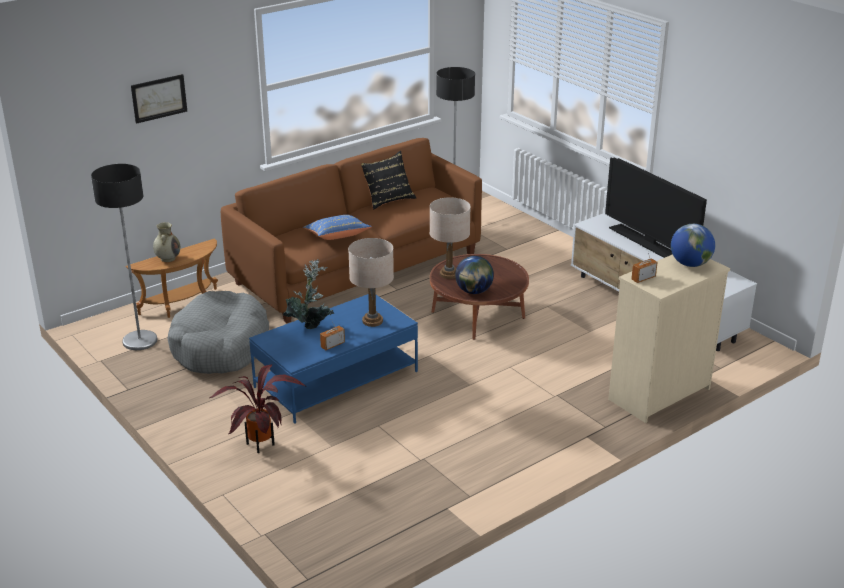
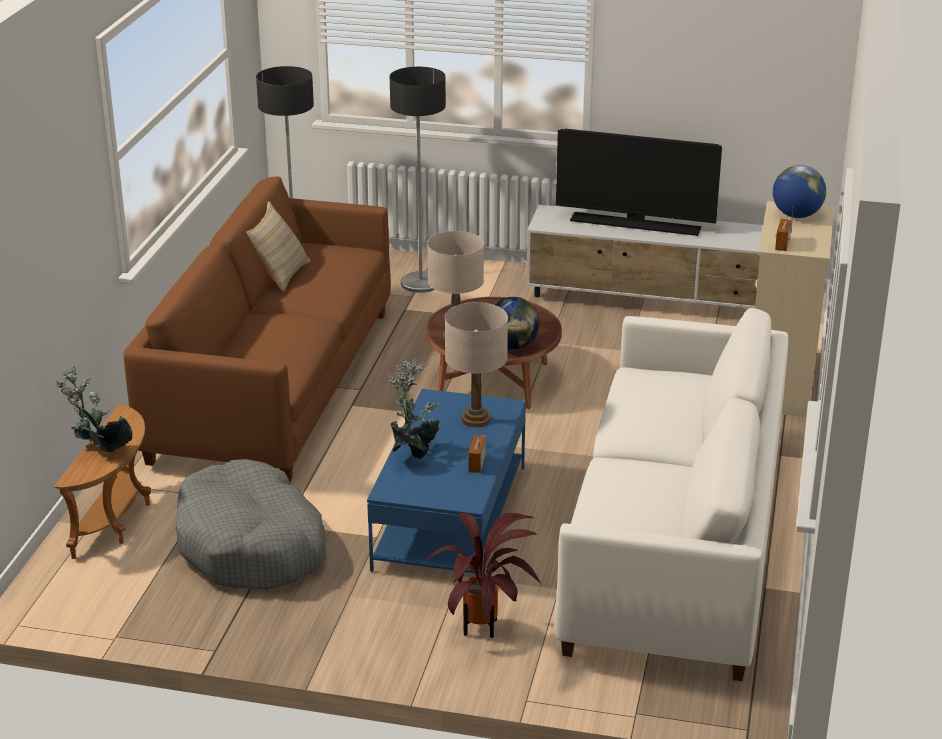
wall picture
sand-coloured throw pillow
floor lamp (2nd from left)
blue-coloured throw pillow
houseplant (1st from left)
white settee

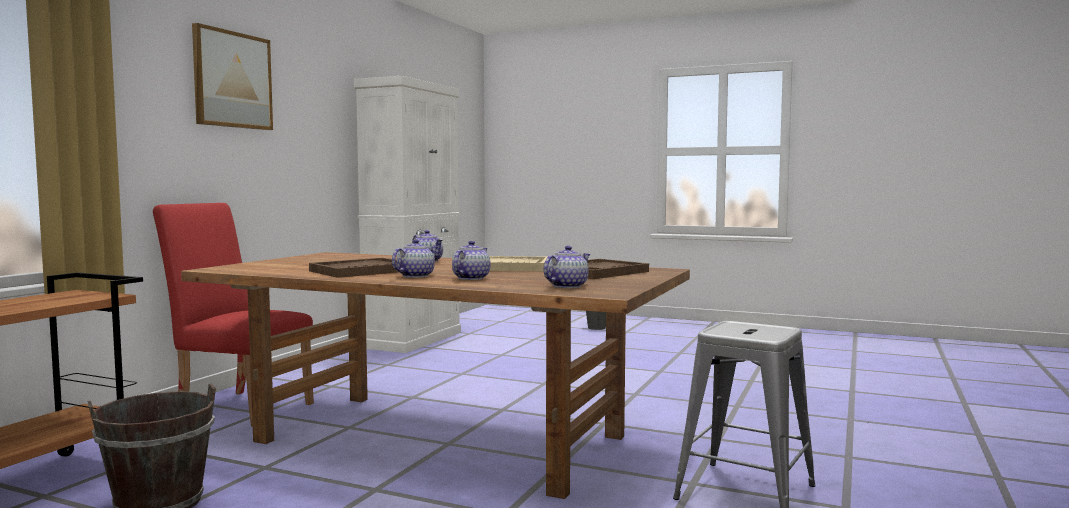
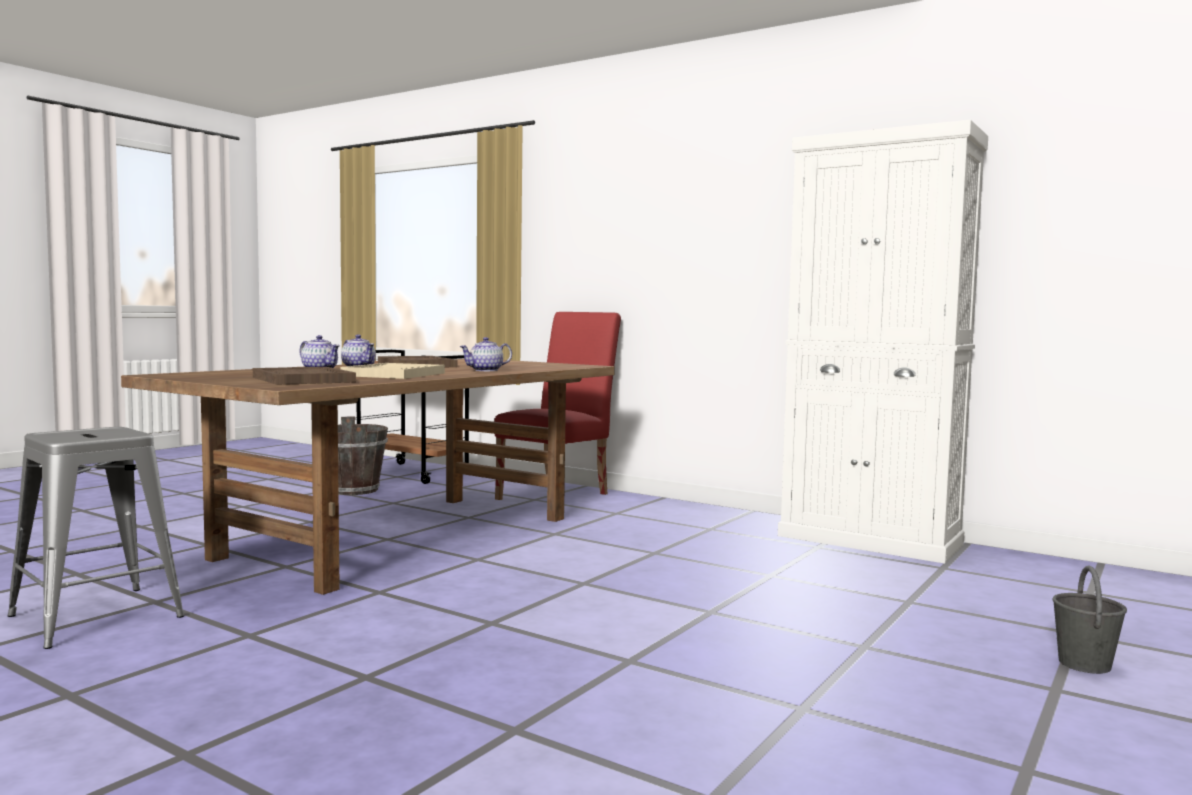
wall picture
teapot (4th from left in the first image)

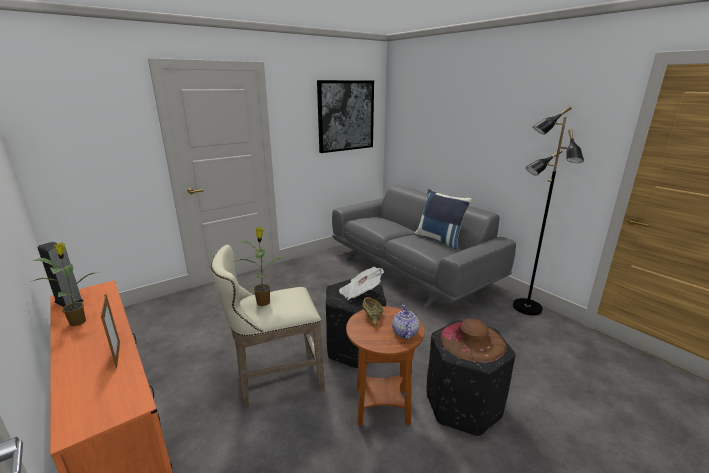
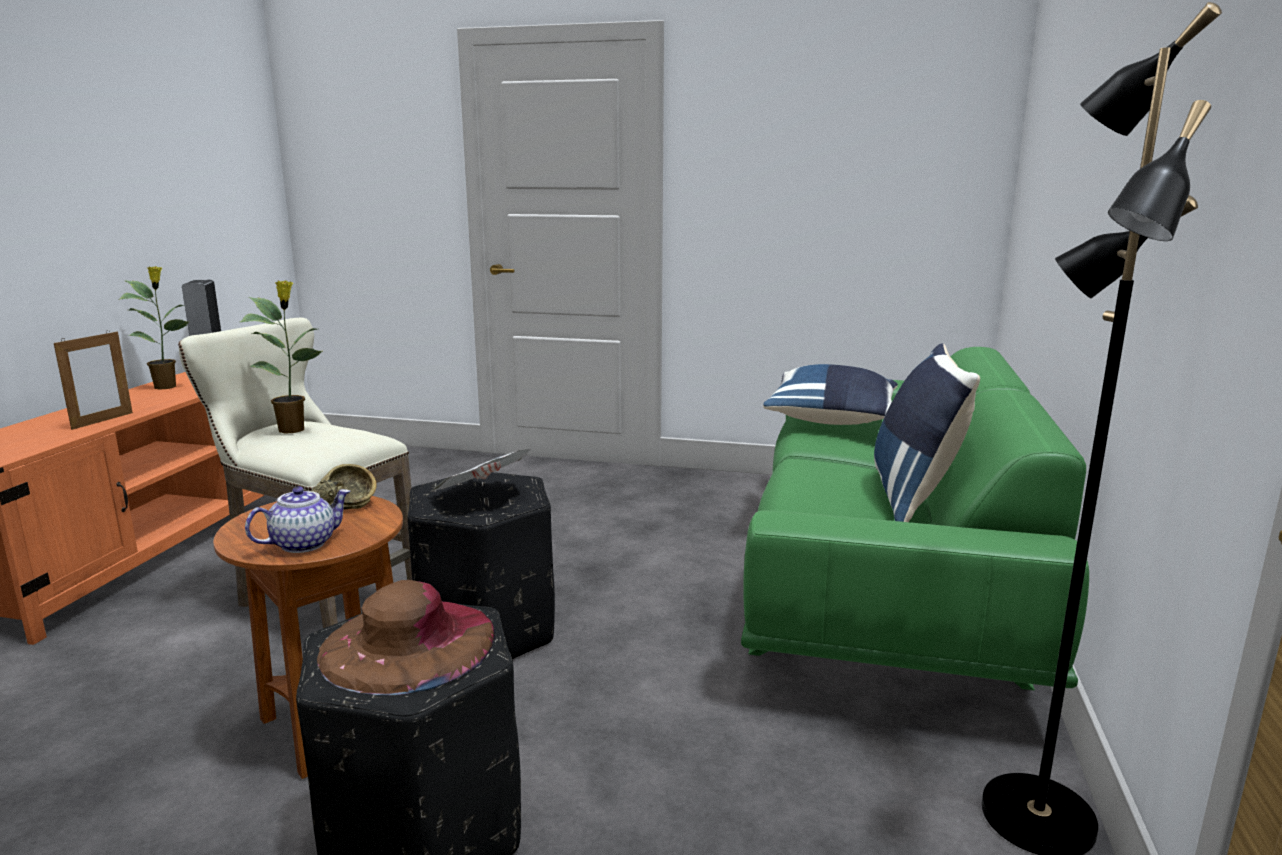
wall picture
greenish settee
blue-coloured throw pillow (1st from left)

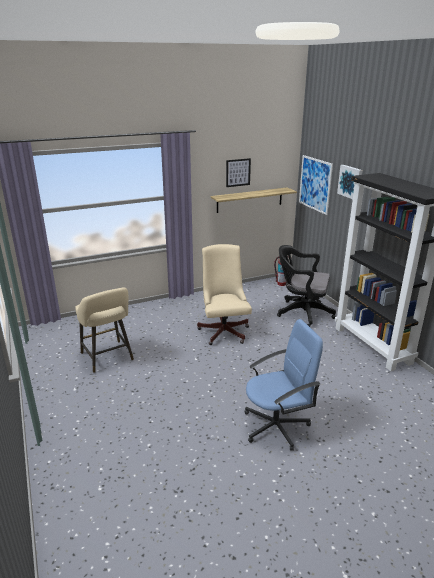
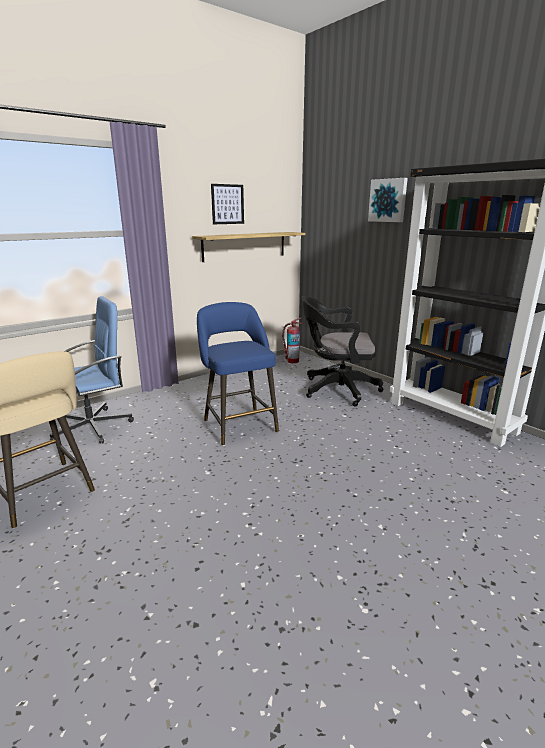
wall picture (2nd from left in the first image)
blue-coloured stool
blue-coloured computer chair

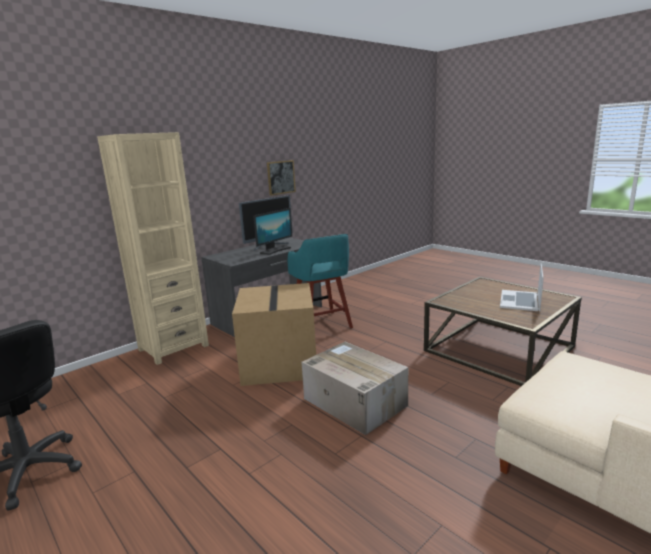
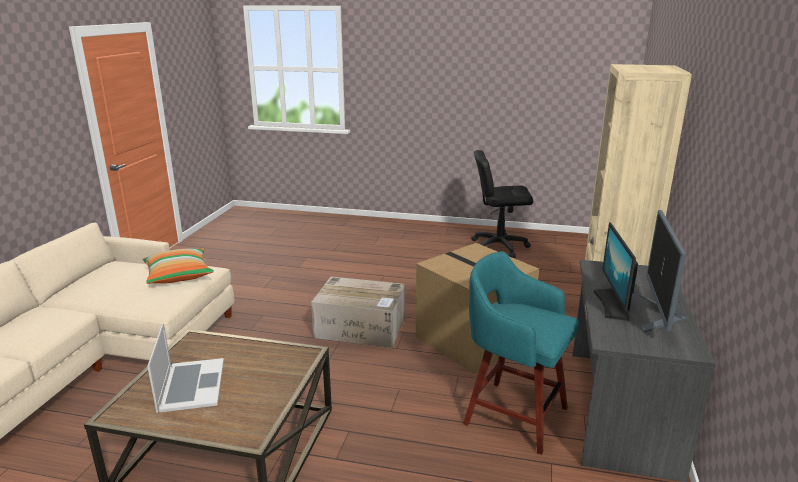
wall picture
throw pillow

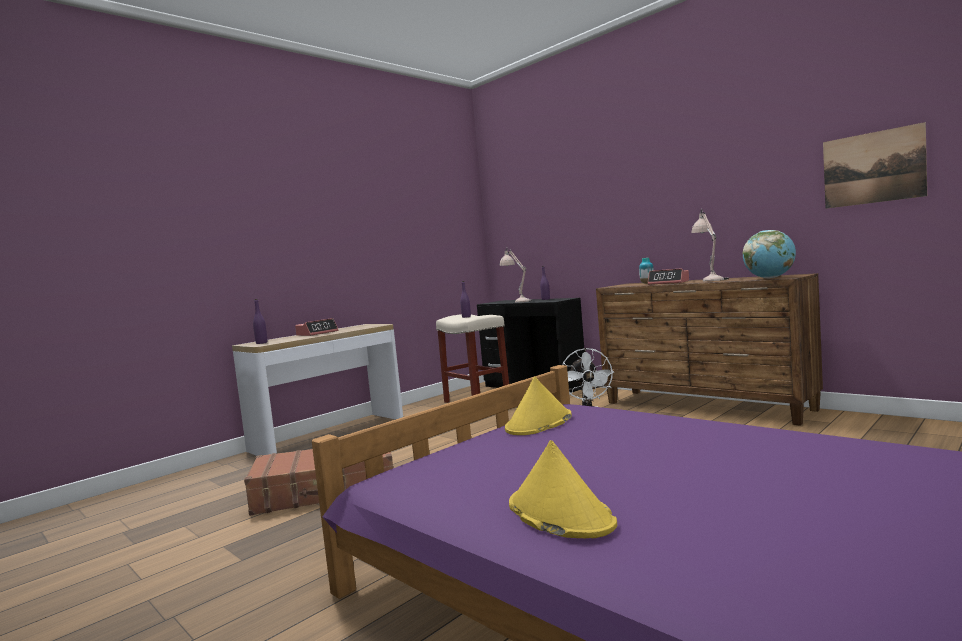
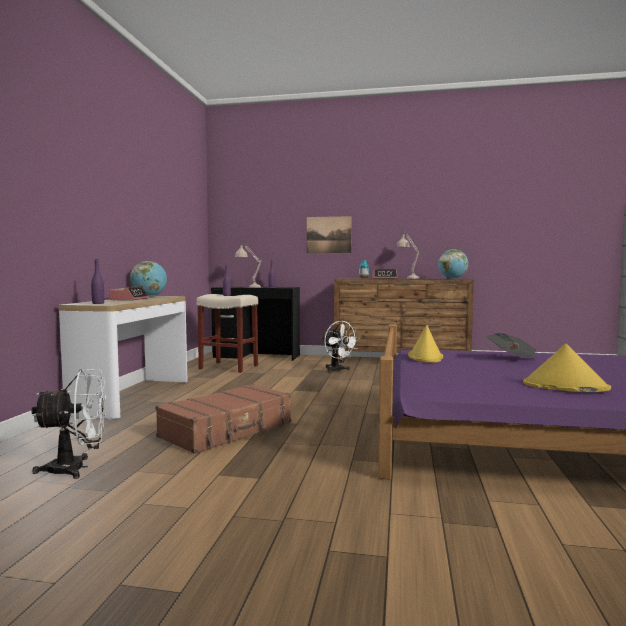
wall picture
globe (1st from left)
daily paper
white cooling fan (1st from left)

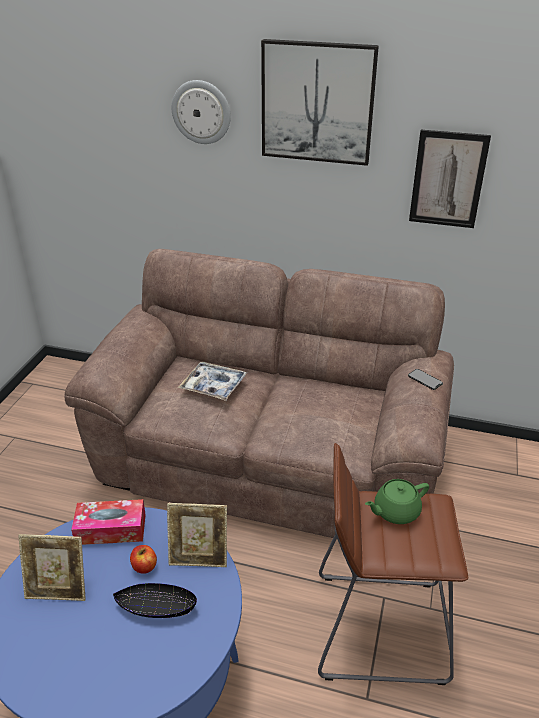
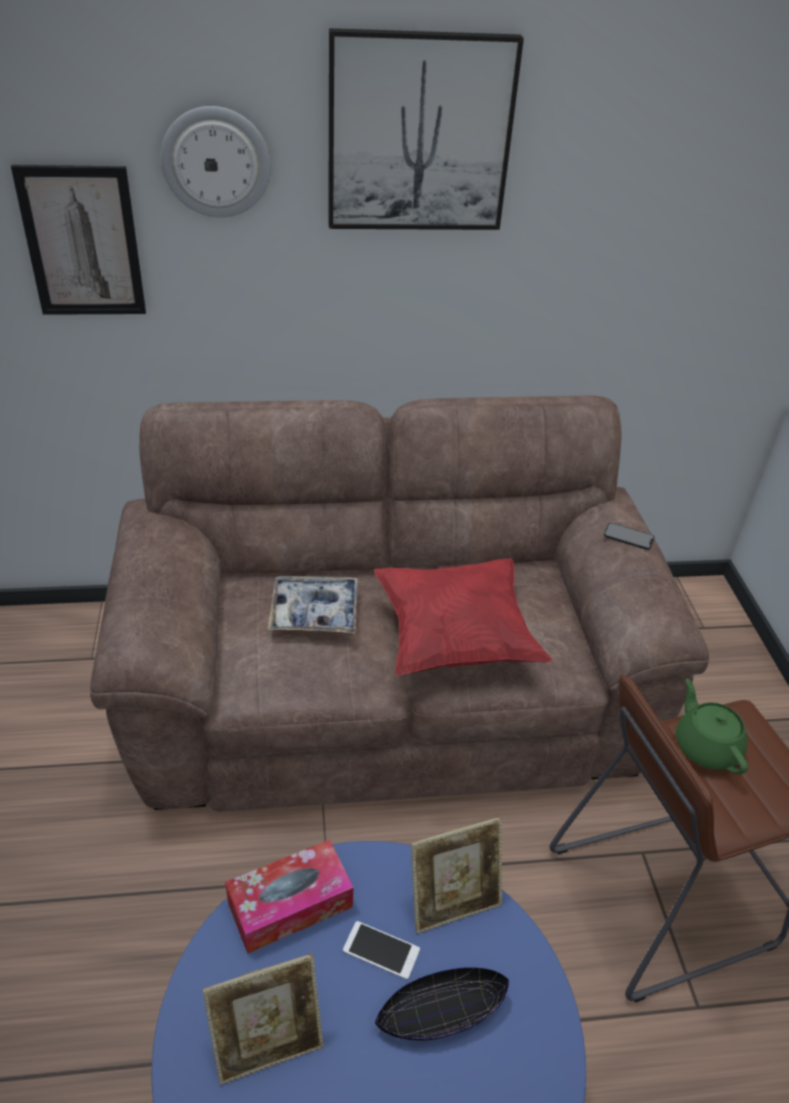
wall picture (1st from left)
greenish teapot
telephone (1st from left)
reddish throw pillow

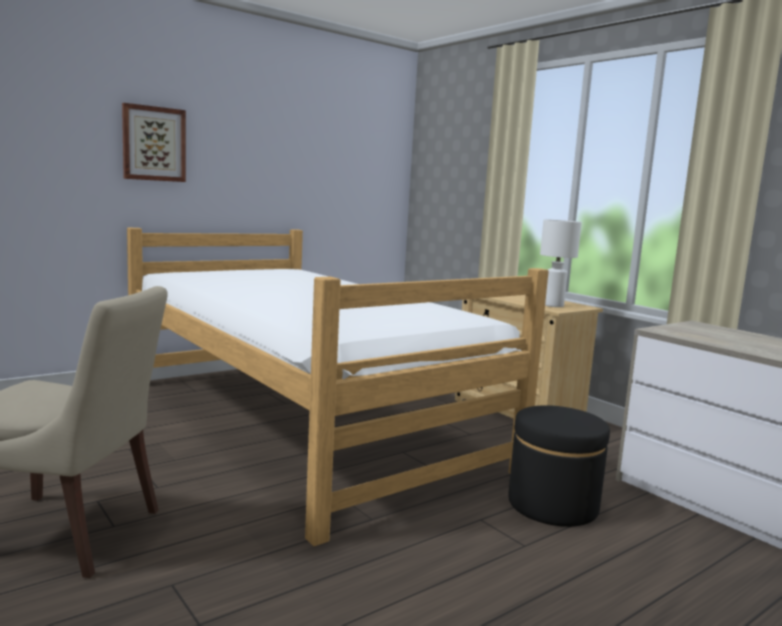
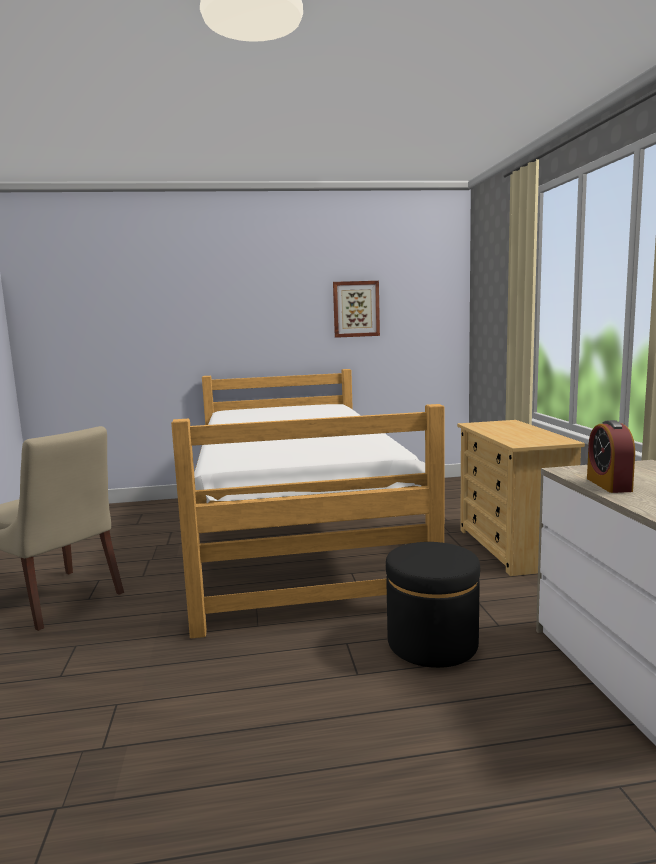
wall picture
white tabletop lamp
alarm clock

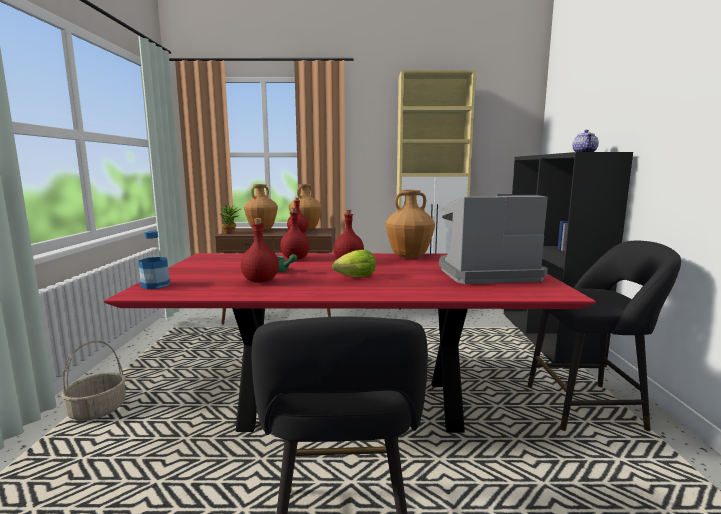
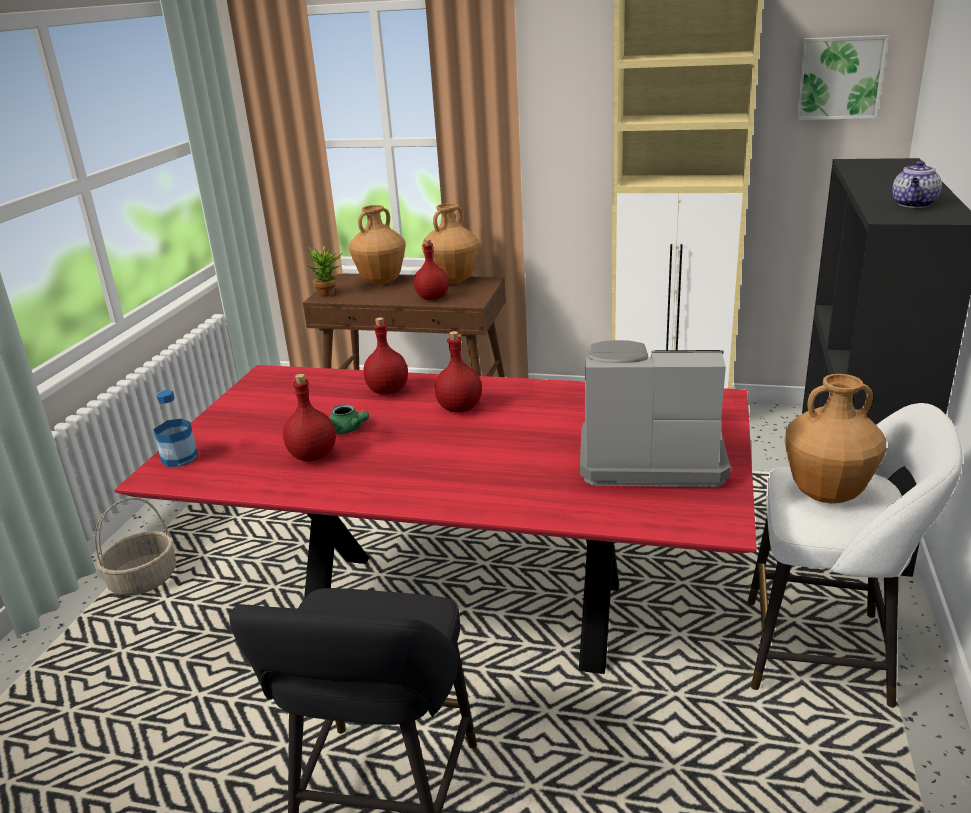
brown-coloured decorative vase (3rd from left)
white stool
lettuce
wall picture

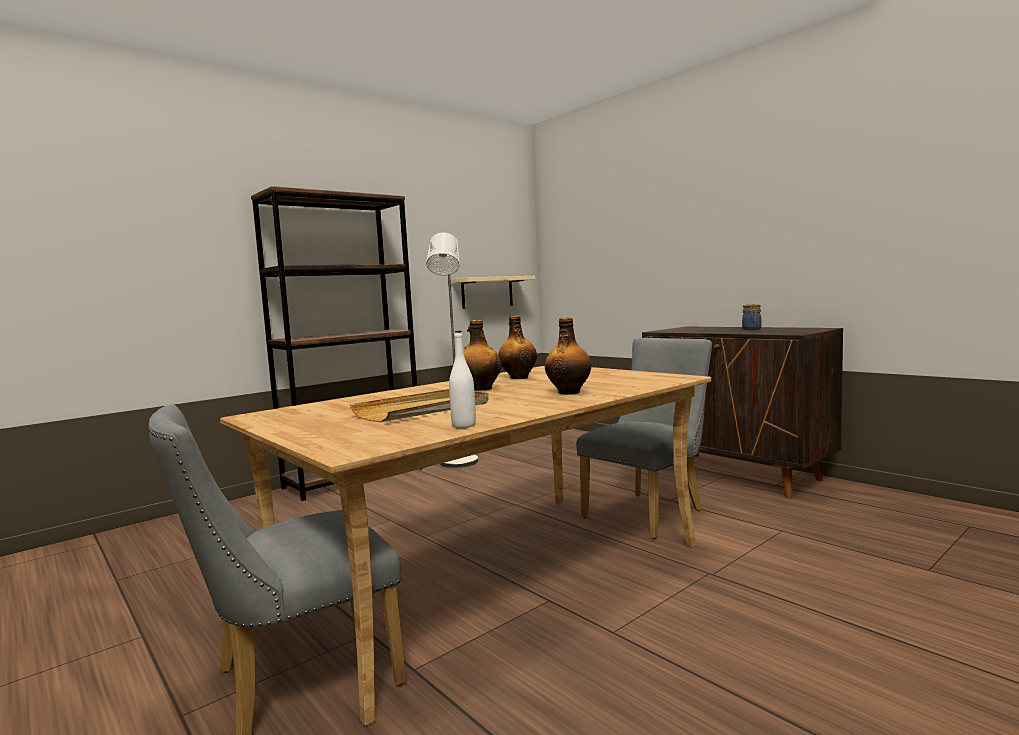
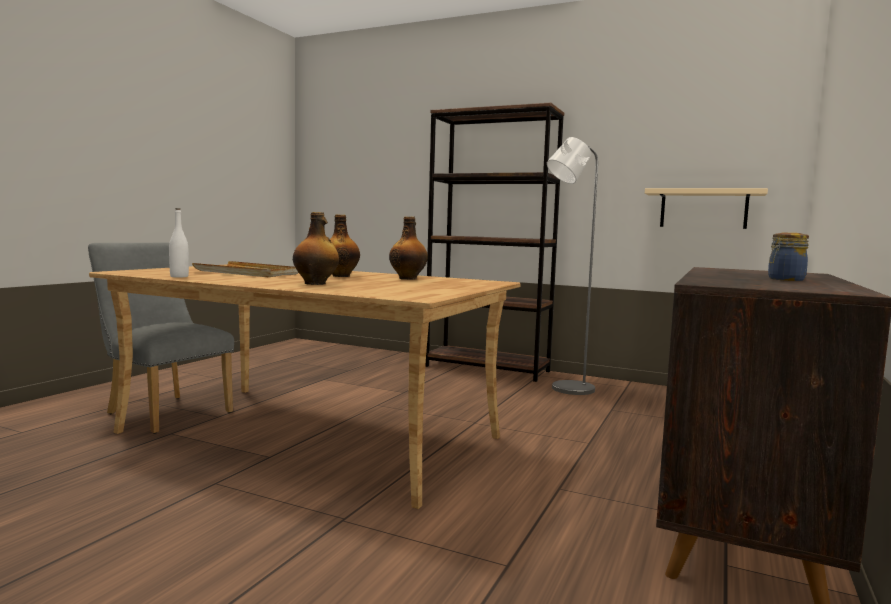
gray chair (2nd from left in the first image)

